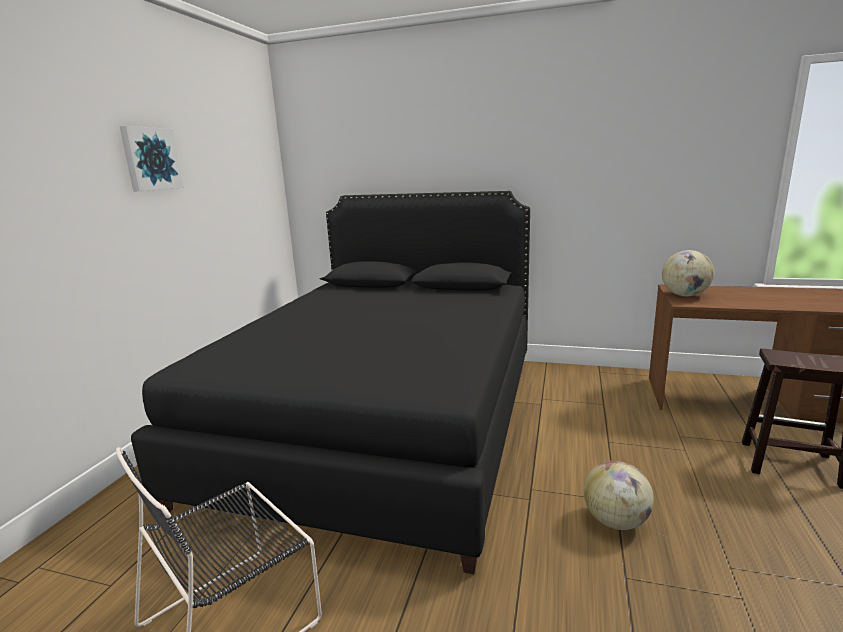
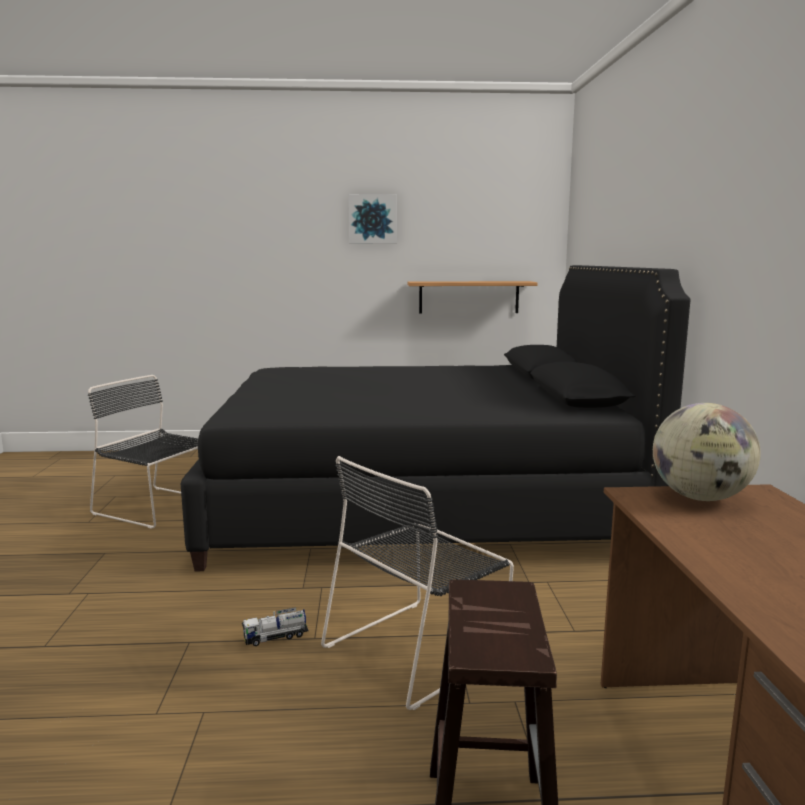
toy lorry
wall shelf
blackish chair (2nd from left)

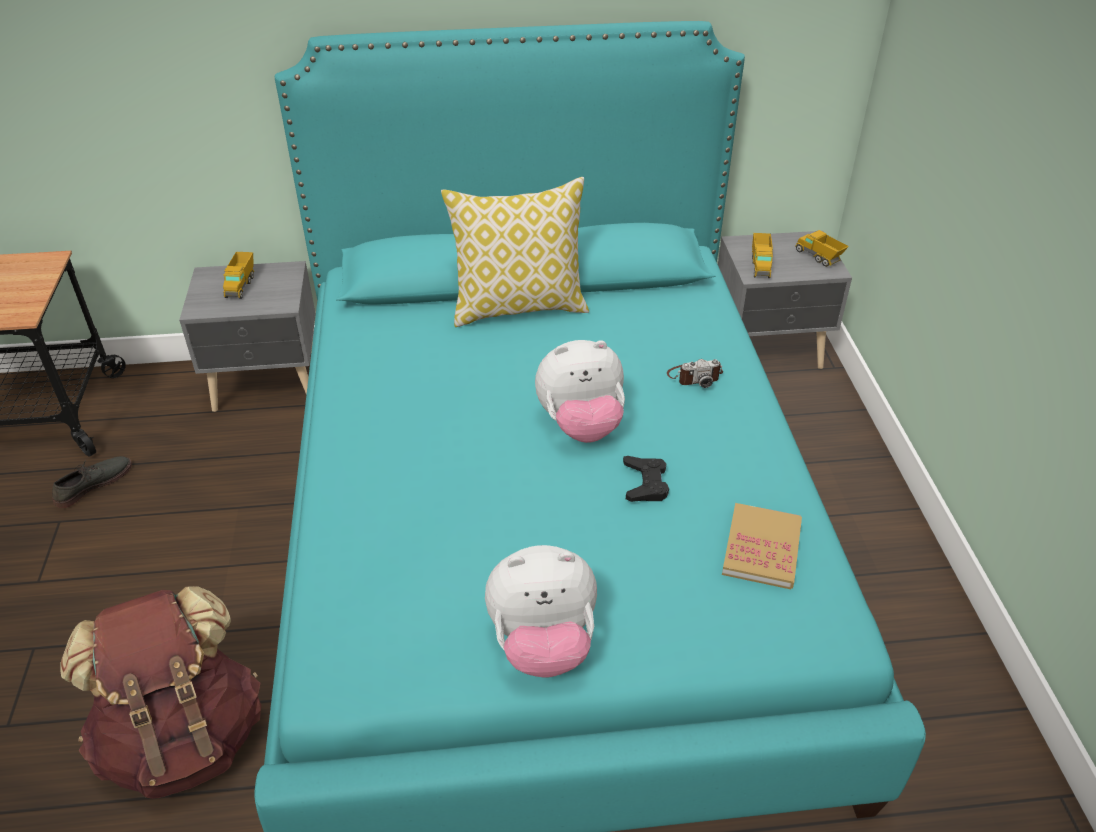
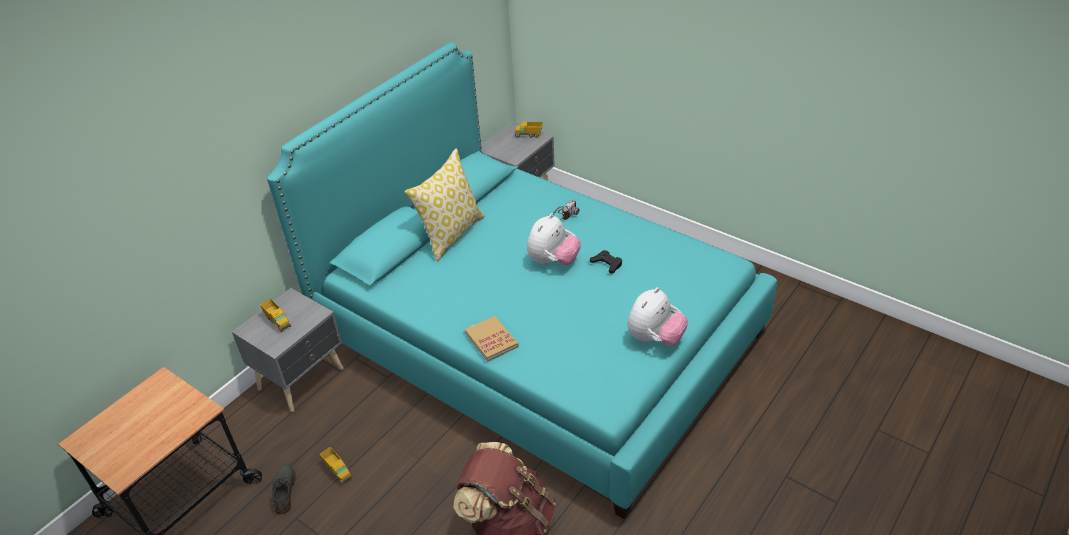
toy lorry (2nd from left)
book

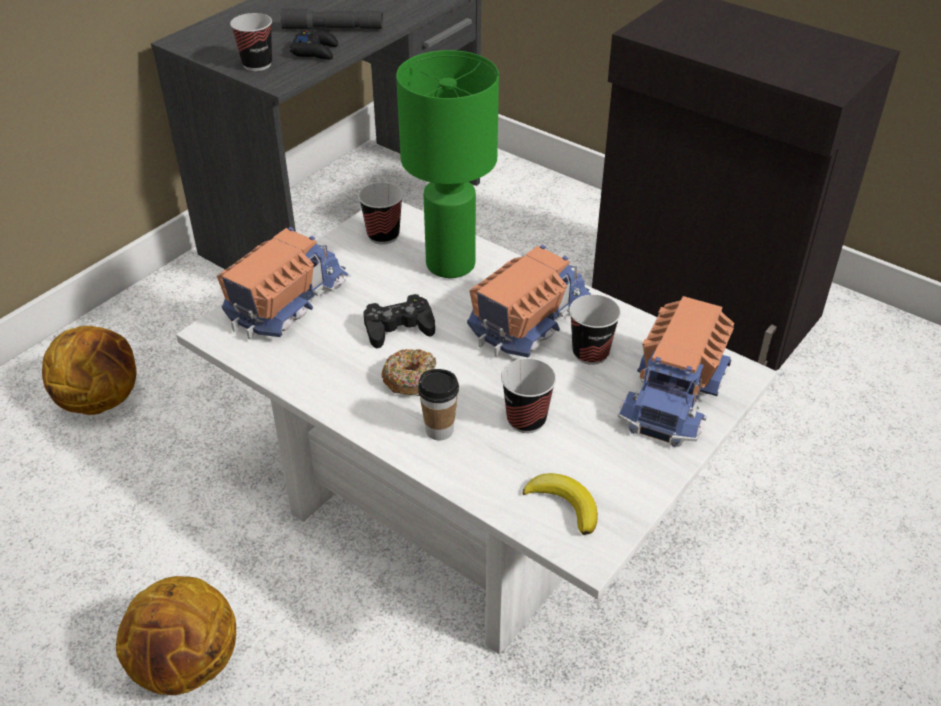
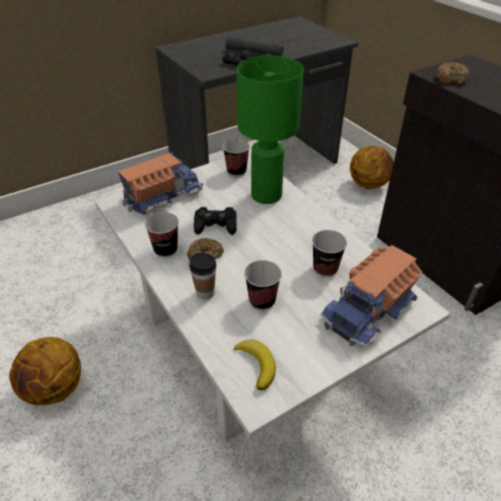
small cup (1st from left)
toy lorry (2nd from left in the first image)
ball for basketball (2nd from left)
ring doughnut (2nd from left)

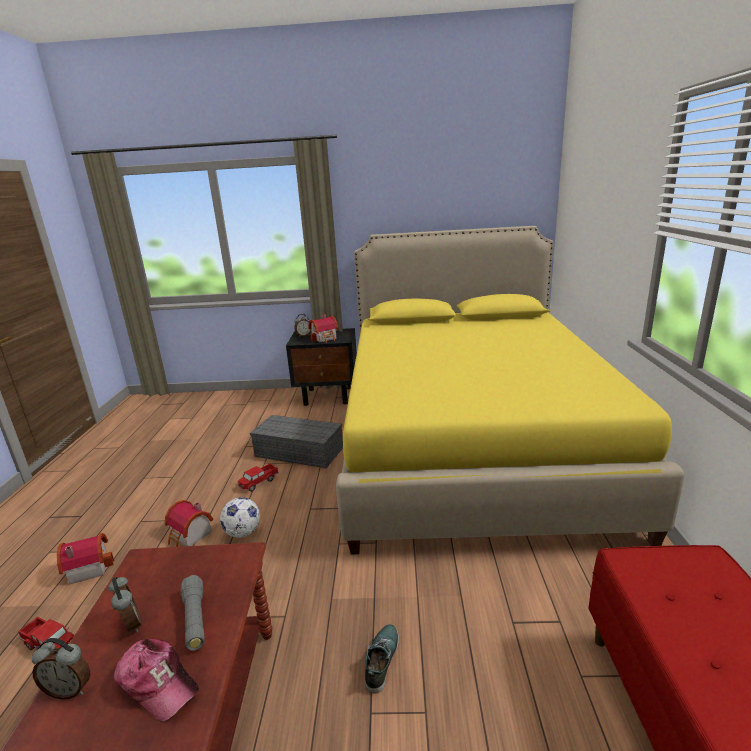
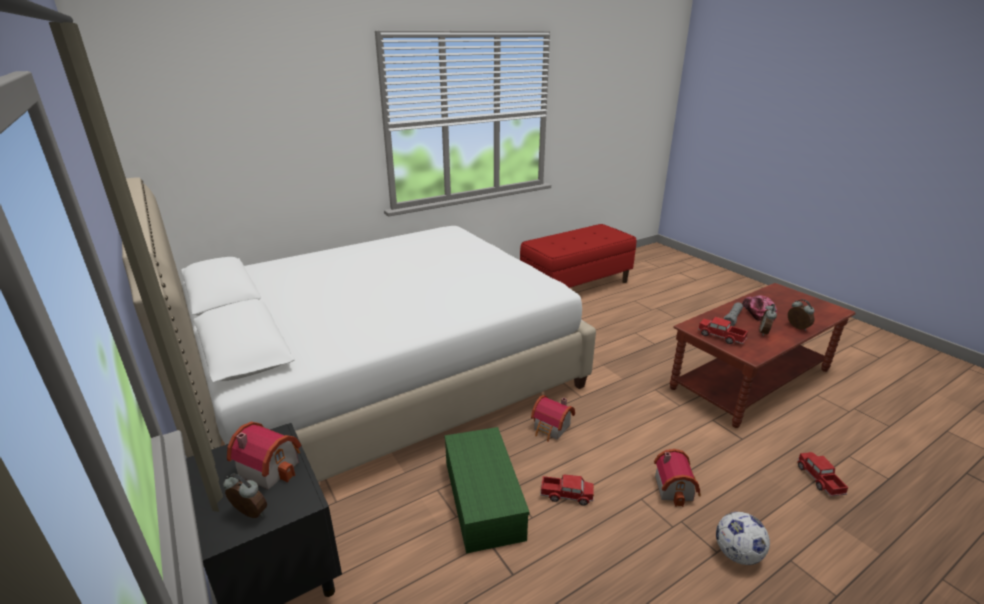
white sleeping bed
greenish storage container
ball for football
toy house (2nd from left)
low shoe
toy lorry (2nd from left)

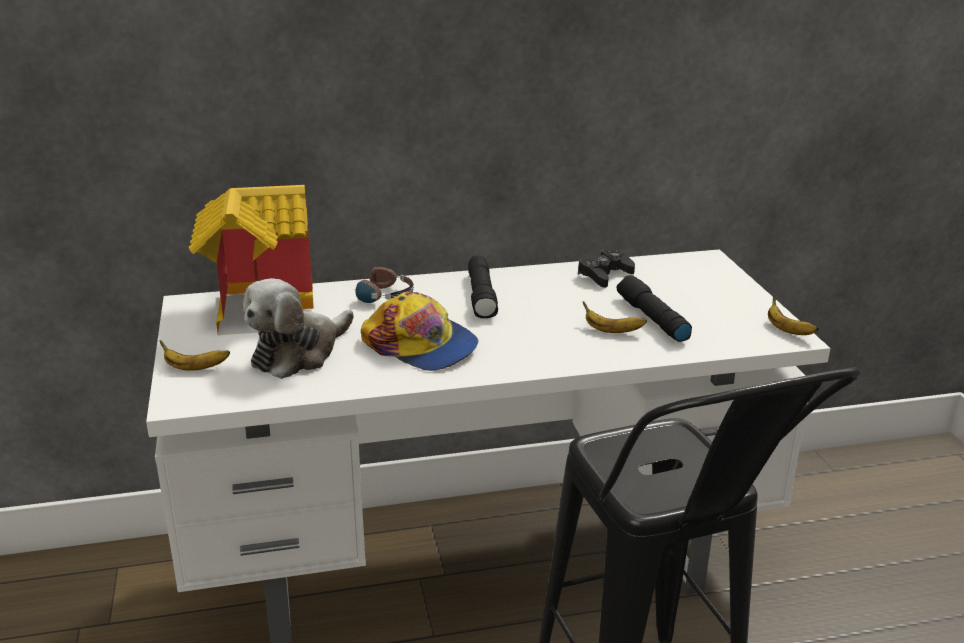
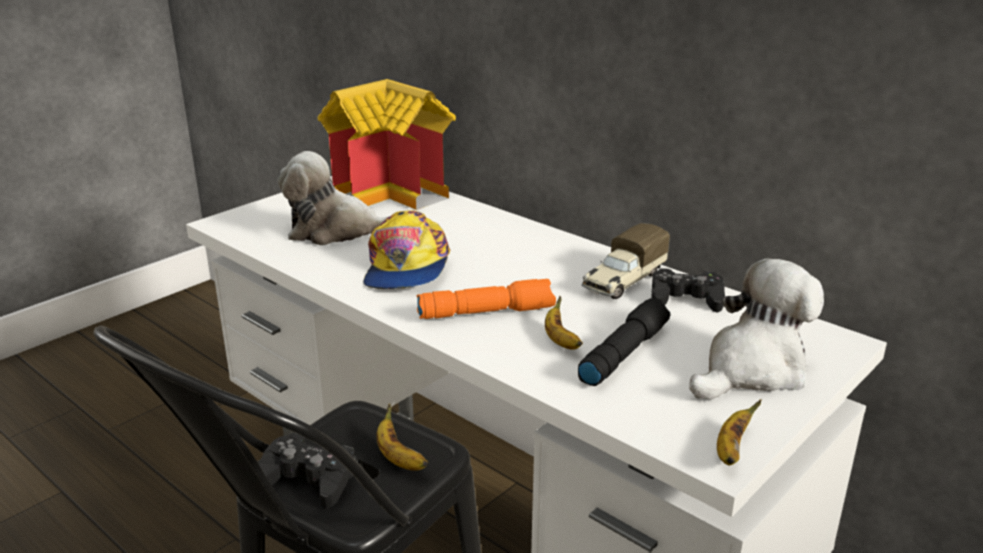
blackish flashlight (1st from left in the first image)
pair of headphones
whole banana (1st from left)
toy lorry
cuddly toy (2nd from left)
orangey flashlight
blackish gamepad (1st from left)

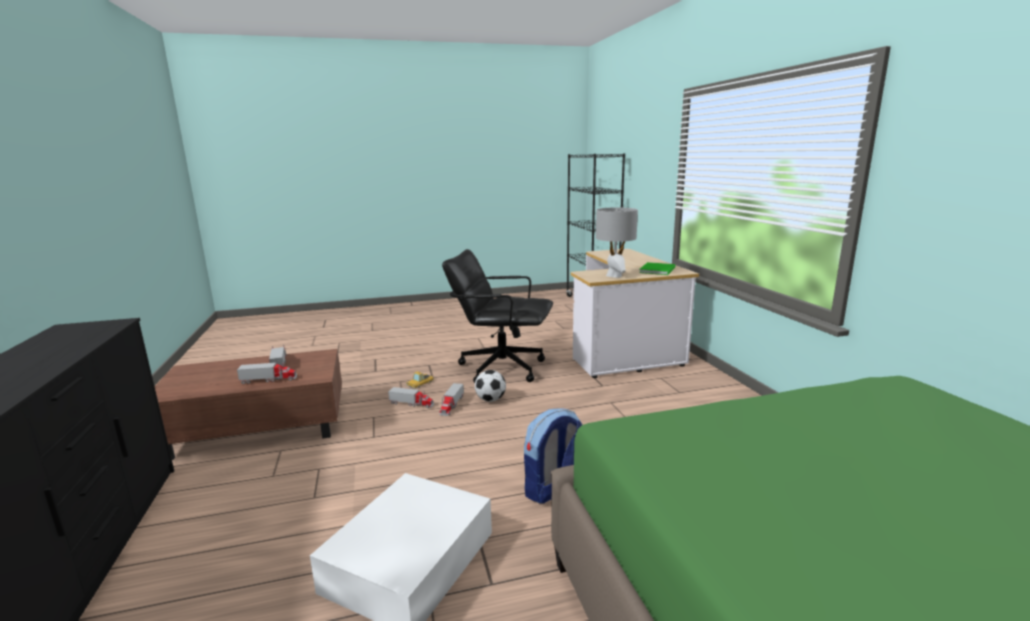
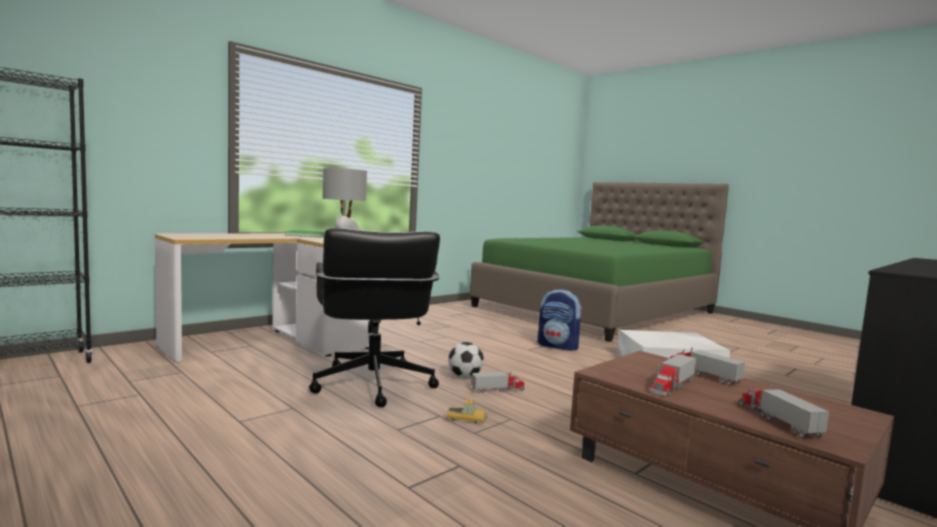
toy lorry (4th from left)

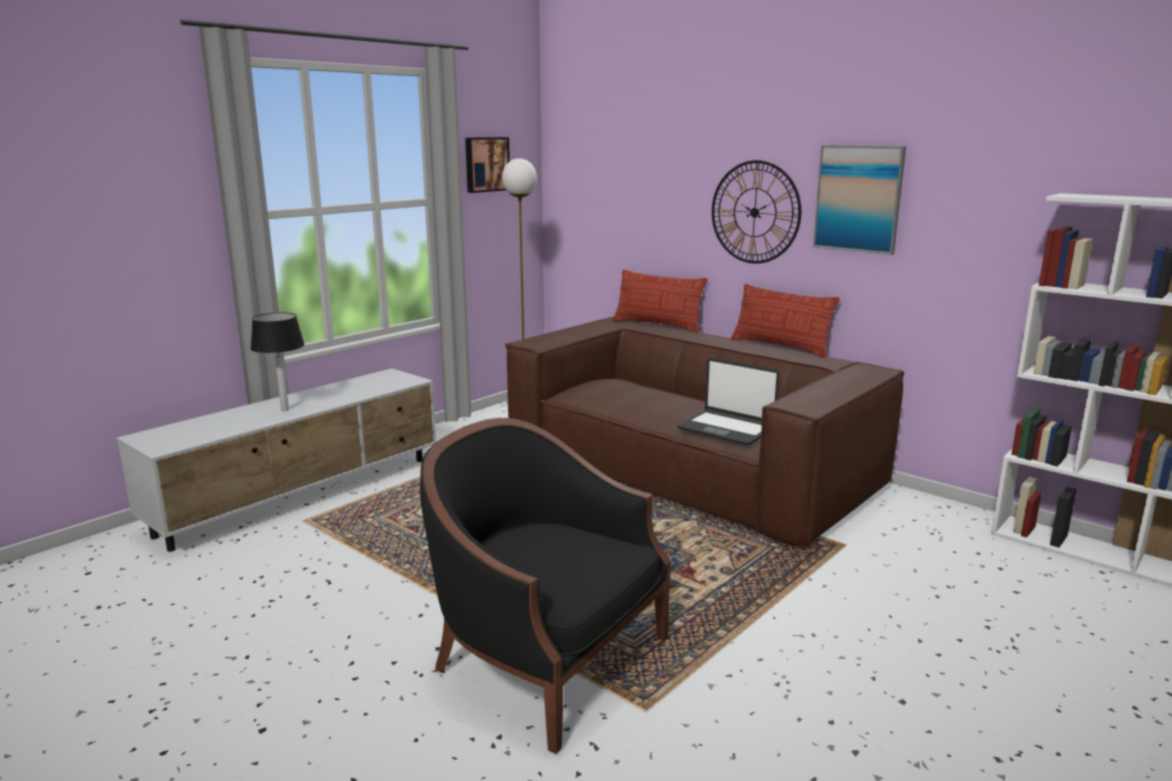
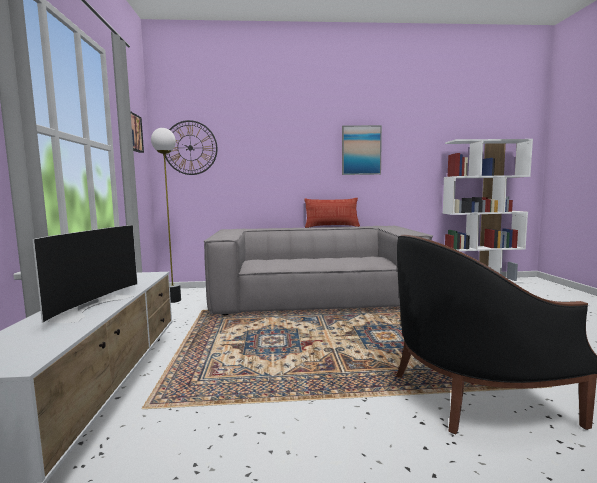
clock on the wall
throw pillow (1st from left in the first image)
TV
gray settee
portable computer

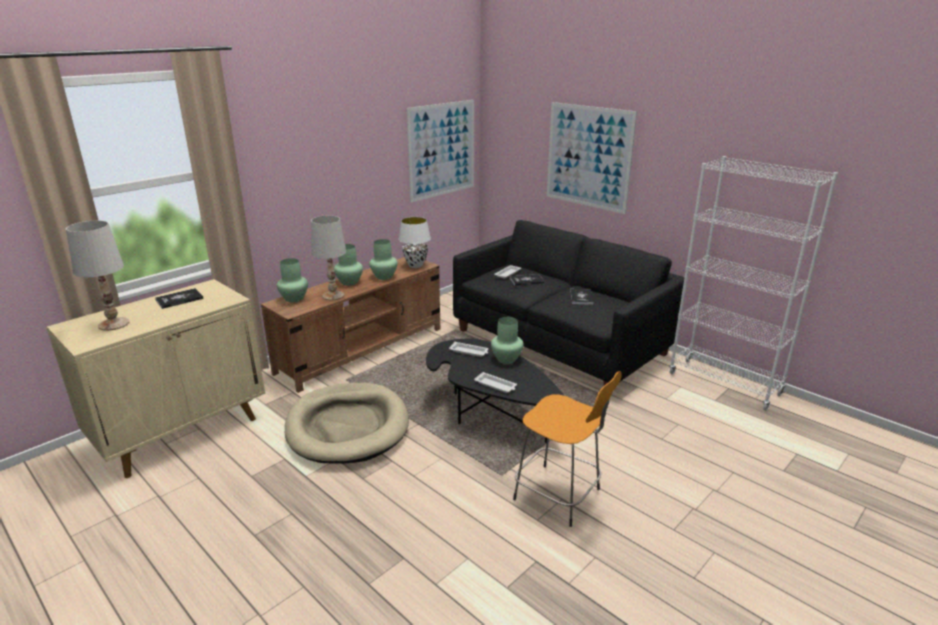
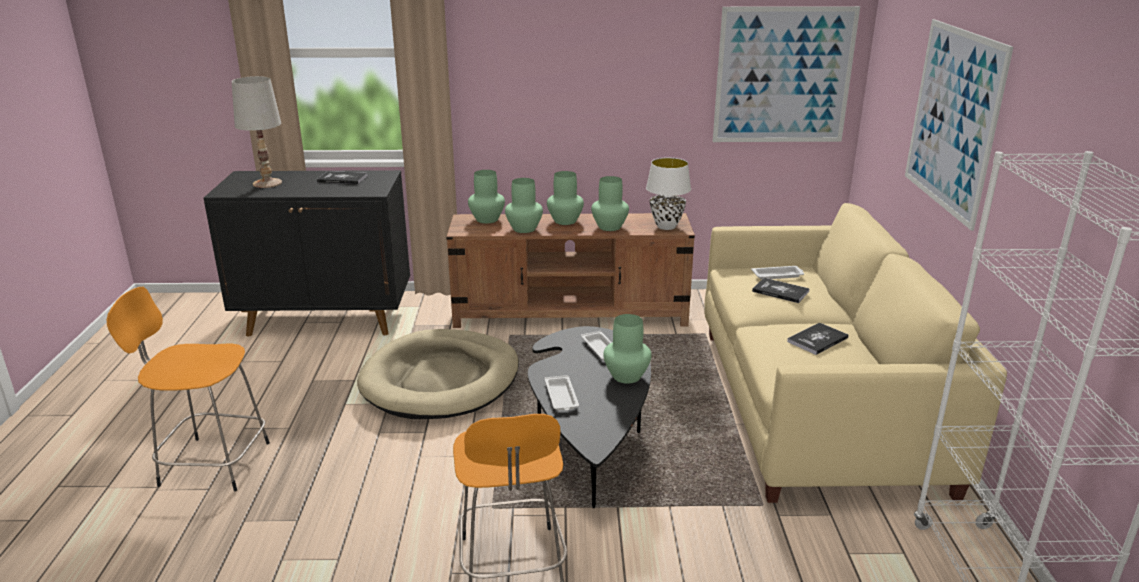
greenish decorative vase (2nd from left)
sand-coloured settee
blackish cabinet
orangey stool (1st from left)

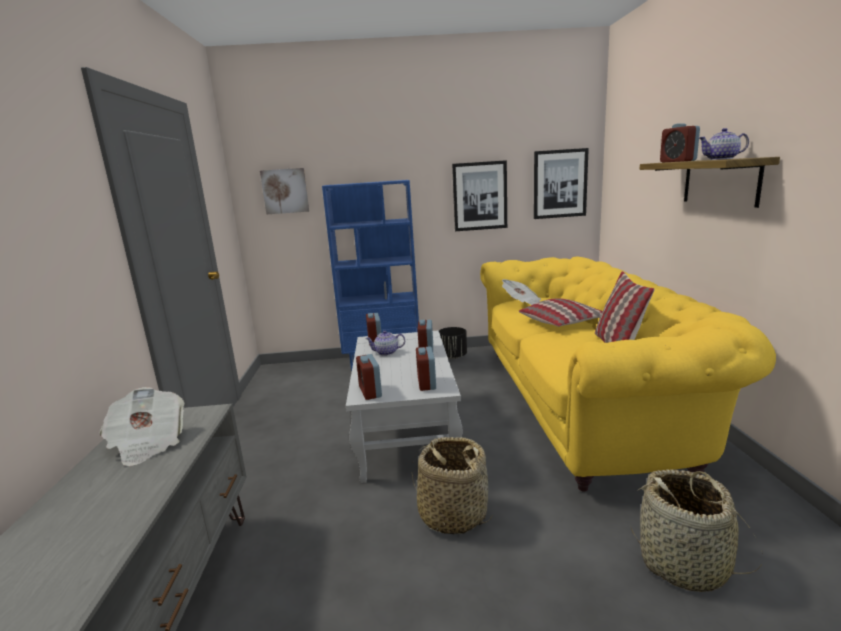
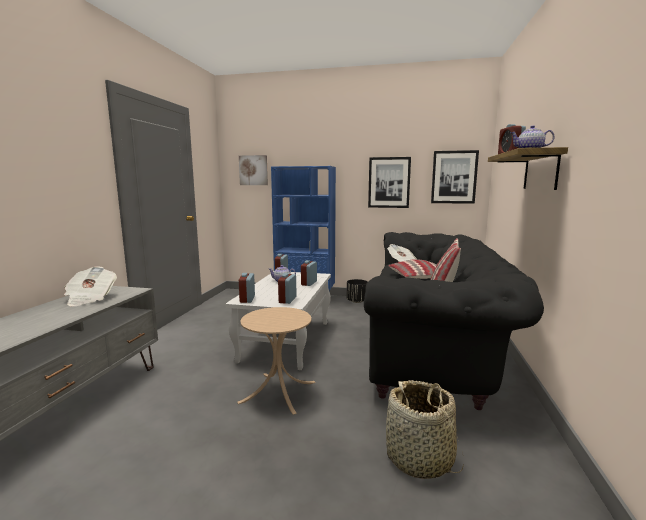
blackish settee
sand-coloured side table

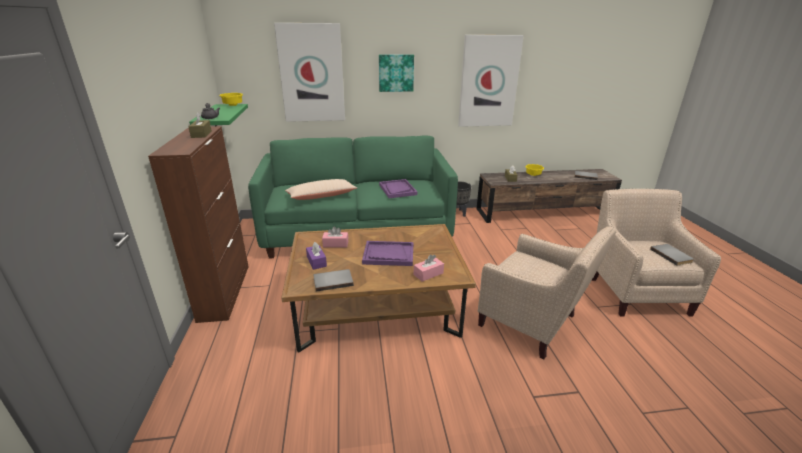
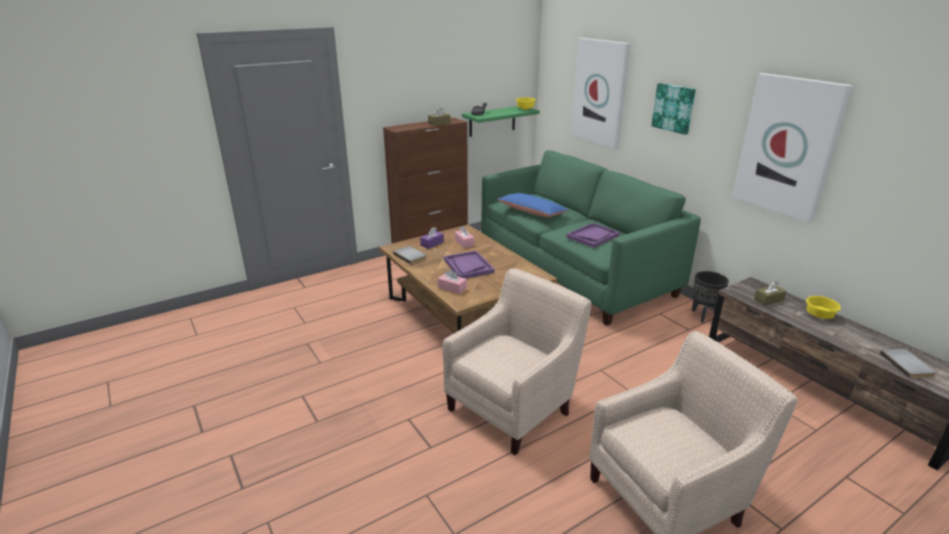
blue-coloured throw pillow
sand-coloured easy chair (1st from left)
gray book (3rd from left in the first image)

